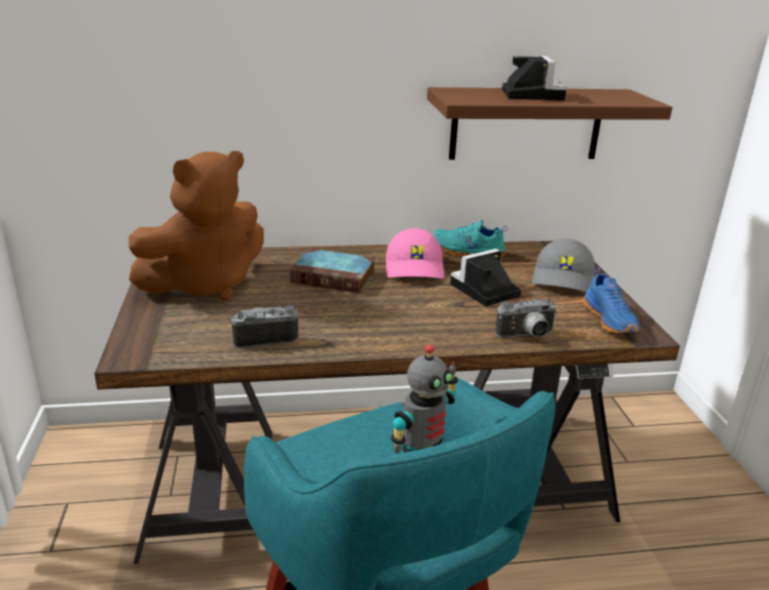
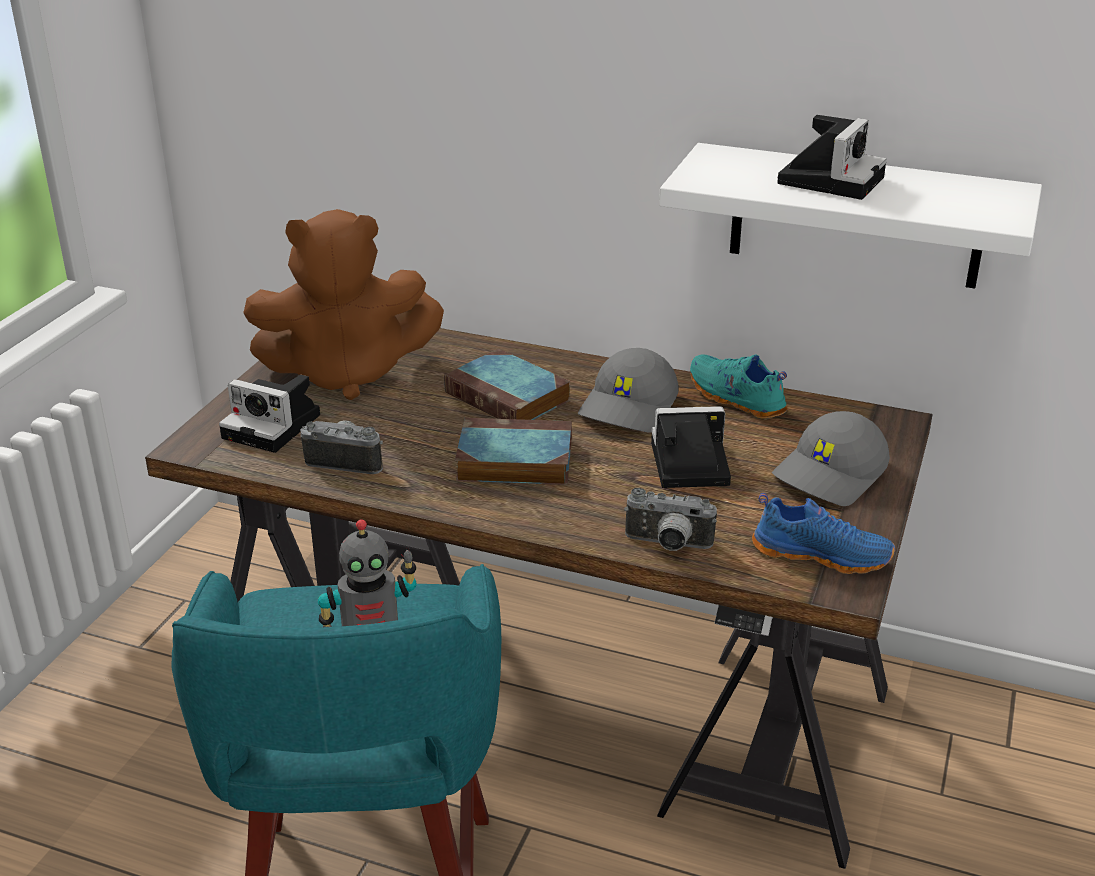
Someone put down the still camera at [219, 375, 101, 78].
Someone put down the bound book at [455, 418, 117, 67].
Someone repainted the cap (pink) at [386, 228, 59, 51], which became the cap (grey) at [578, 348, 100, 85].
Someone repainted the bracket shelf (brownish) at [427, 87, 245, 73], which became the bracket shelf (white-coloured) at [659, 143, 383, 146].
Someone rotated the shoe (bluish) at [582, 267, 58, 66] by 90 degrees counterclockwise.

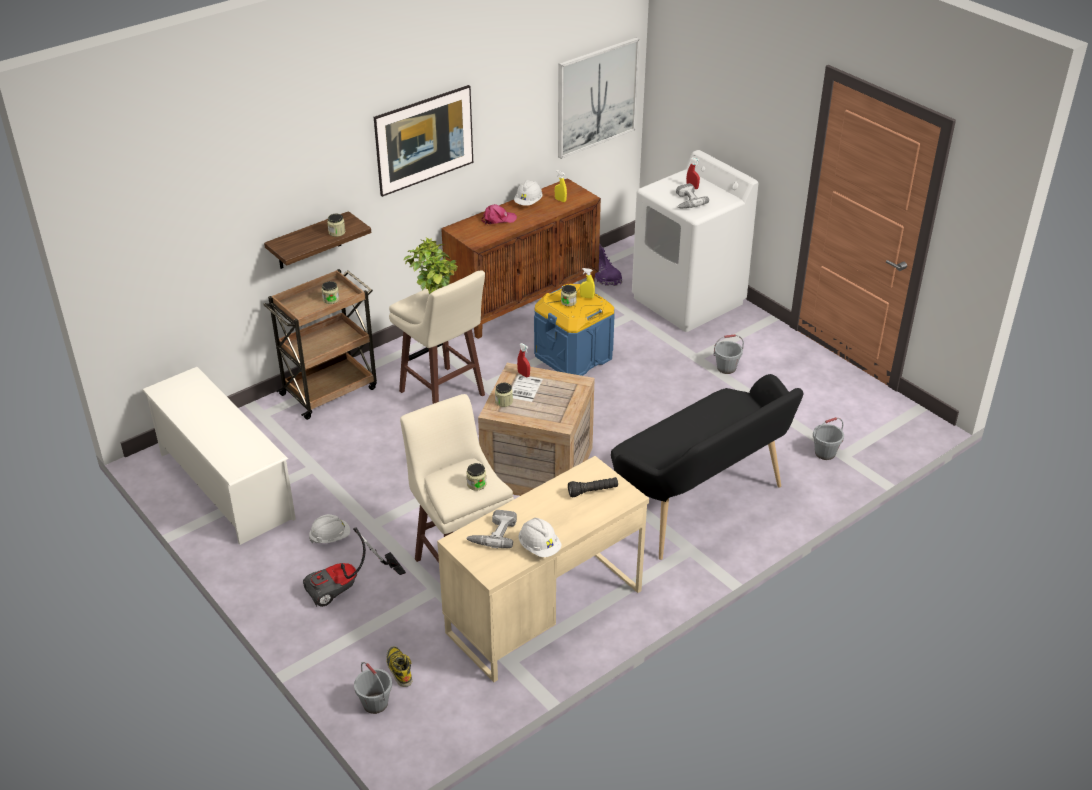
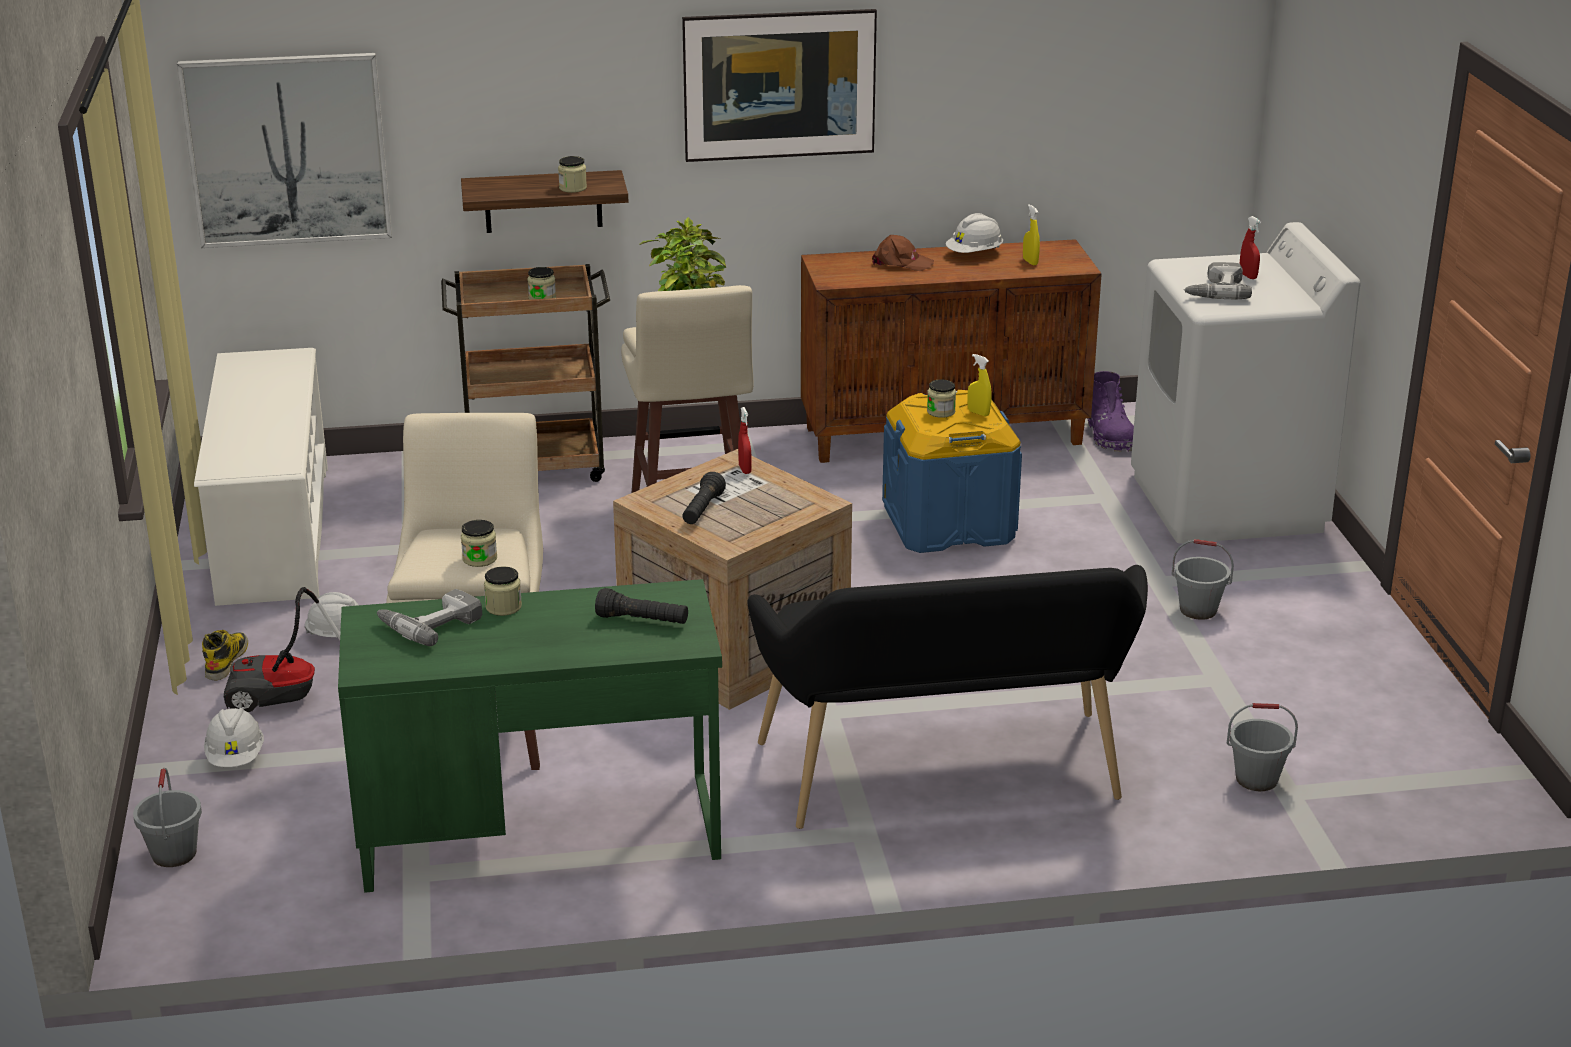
Someone put down the flashlight (black-coloured) at [682, 472, 44, 52].
Someone carried the high-top boot from [386, 646, 26, 41] to [202, 630, 46, 50].
Someone carried the preserve jar from [495, 383, 18, 24] to [484, 567, 38, 49].
Someone carried the safety helmet (white-coloured) from [518, 518, 43, 39] to [204, 708, 60, 59].
Someone carried the wall picture from [558, 38, 81, 121] to [177, 53, 215, 195].
Someone repainted the desk table (beige-coloured) at [437, 456, 212, 226], which became the desk table (greenish) at [338, 579, 384, 314].
Someone repainted the cap (pink) at [482, 204, 35, 21], which became the cap (brownish) at [872, 235, 62, 36].

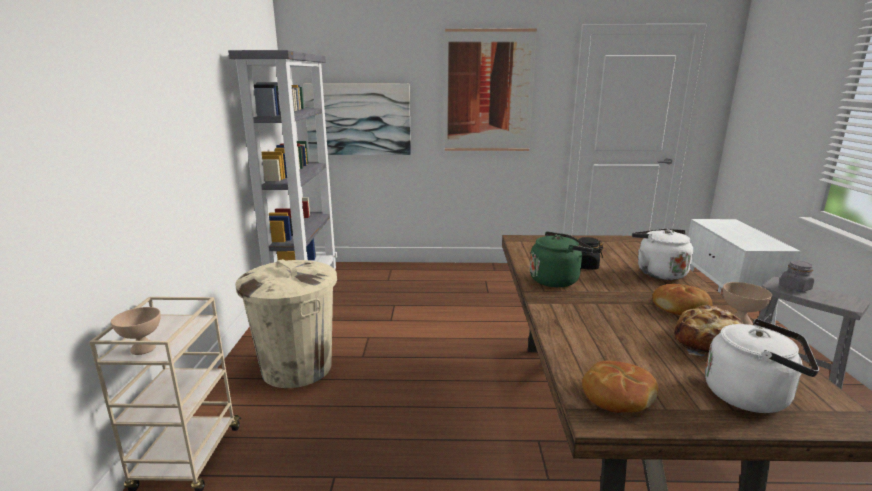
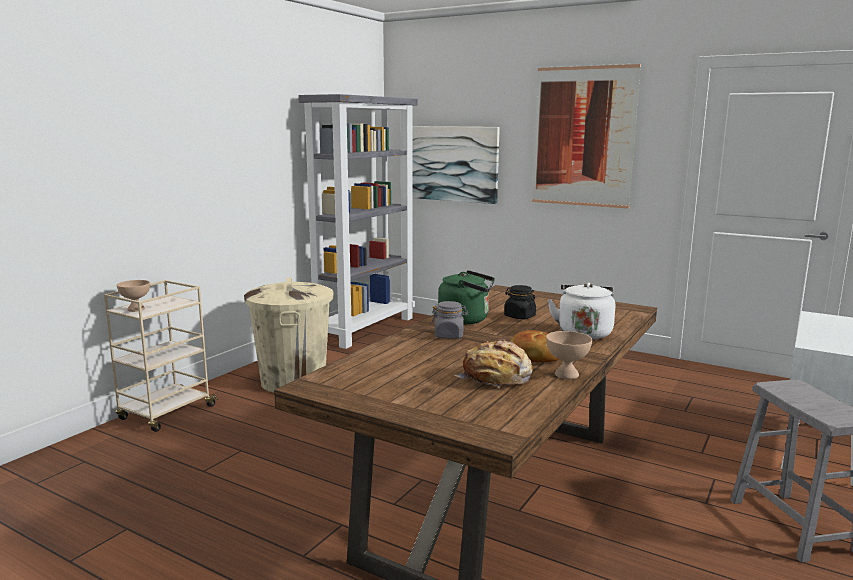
Someone took away the bakery bread at [582, 360, 76, 53].
Someone took away the tea kettle (white-coloured) at [705, 319, 114, 94].
Someone carried the preserve jar (grey) from [779, 261, 35, 31] to [431, 301, 37, 38].

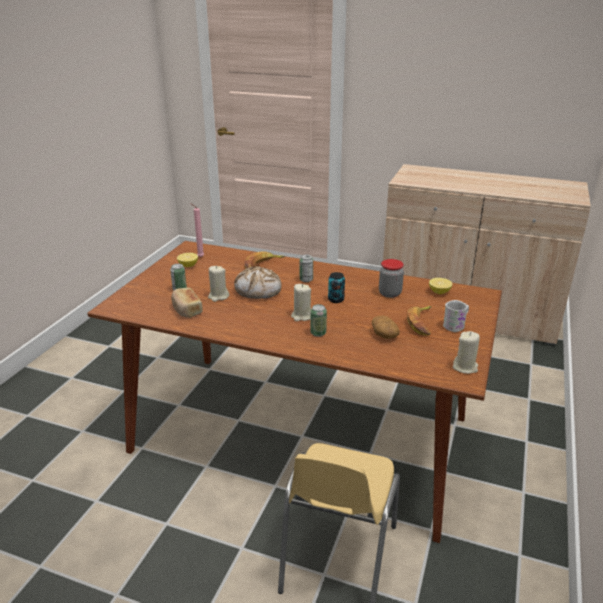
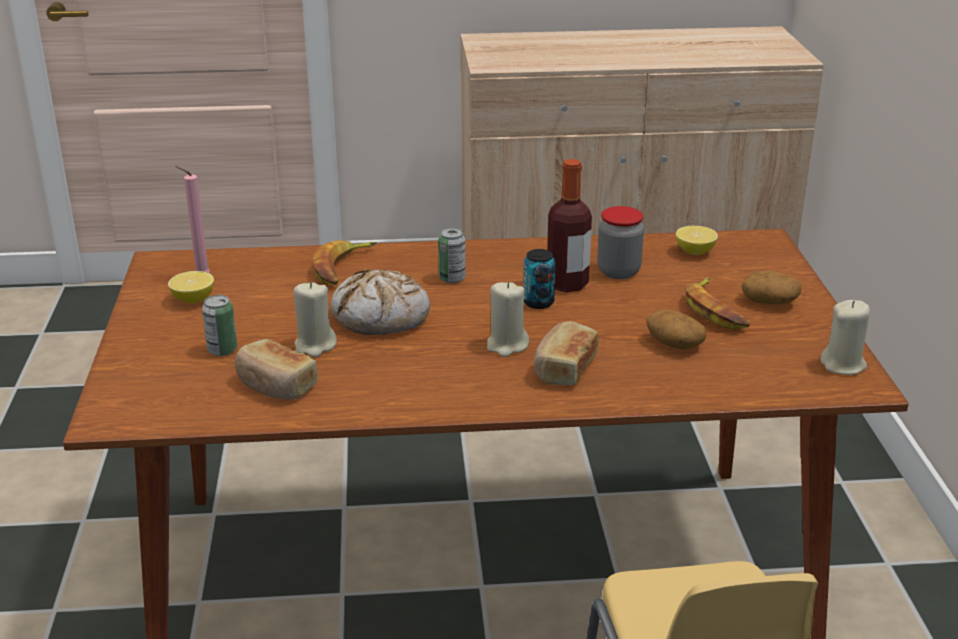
Someone put down the bottle at [547, 159, 45, 133].
Someone swapped the sealed can at [310, 304, 17, 33] for the bakery bread at [534, 321, 65, 64].
Someone swapped the mug (white-coloured) at [443, 300, 26, 32] for the potato at [742, 271, 60, 33].

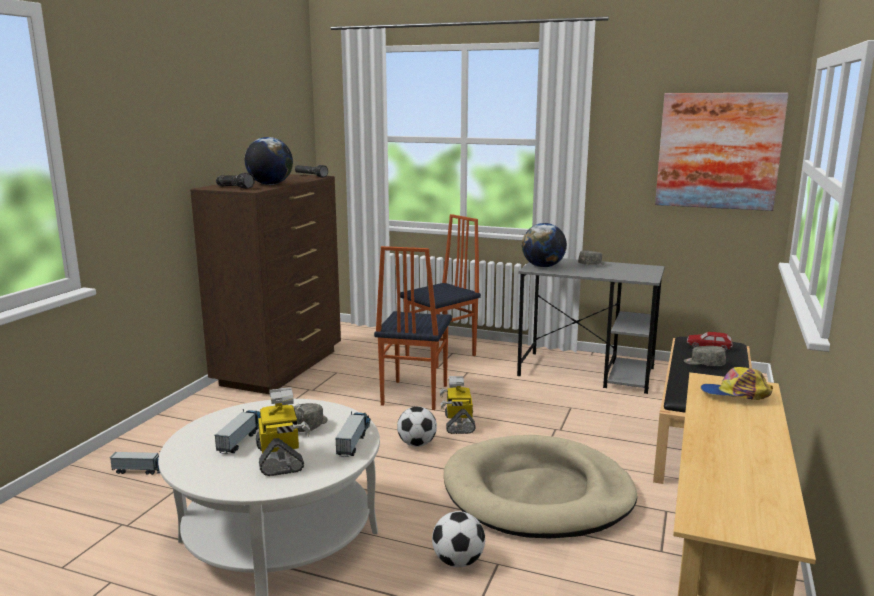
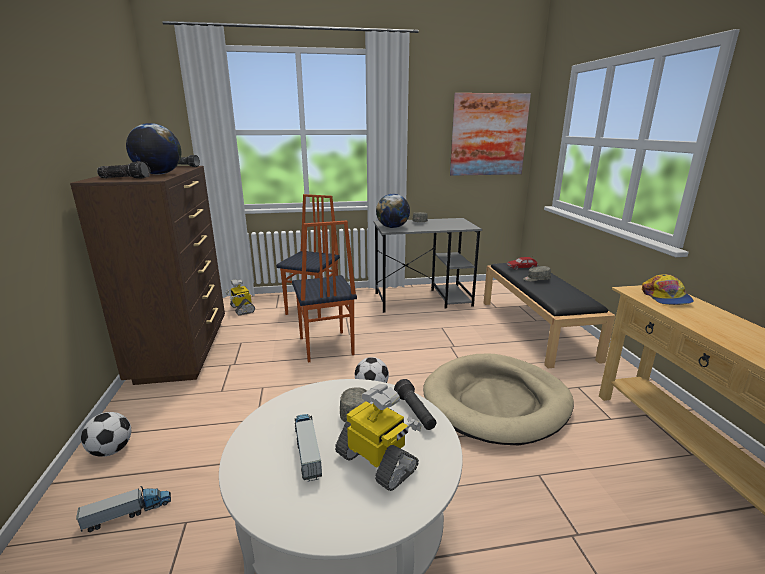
Someone carried the football from [432, 511, 53, 56] to [81, 412, 50, 45].
Someone carried the toy robot from [440, 376, 36, 58] to [225, 279, 30, 36].
Someone swapped the model truck at [335, 412, 36, 45] for the flashlight (black-coloured) at [394, 379, 42, 51].
Someone rotated the cap at [701, 367, 72, 33] by 75 degrees counterclockwise.

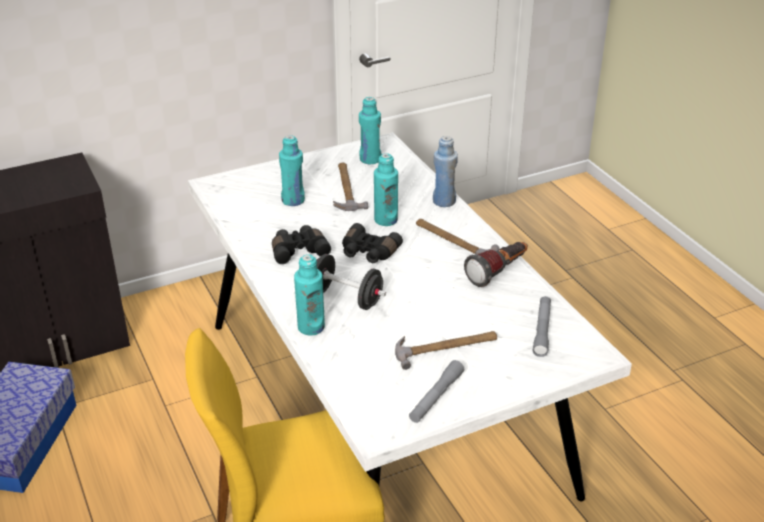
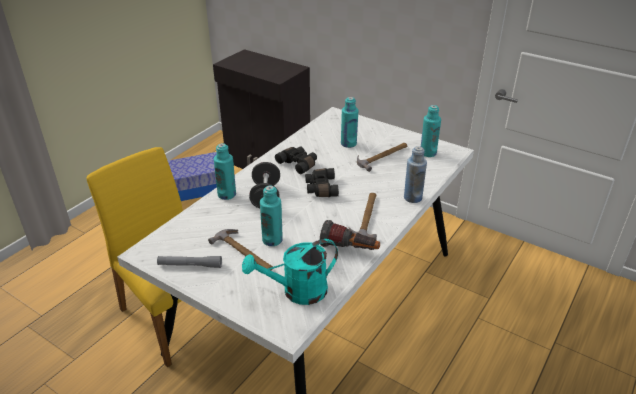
Someone carried the bottle (turquoise-coloured) from [374, 153, 24, 73] to [260, 185, 23, 61].
Someone swapped the flashlight (grey) at [533, 296, 18, 61] for the sprinkling can (turquoise-coloured) at [242, 239, 96, 66].

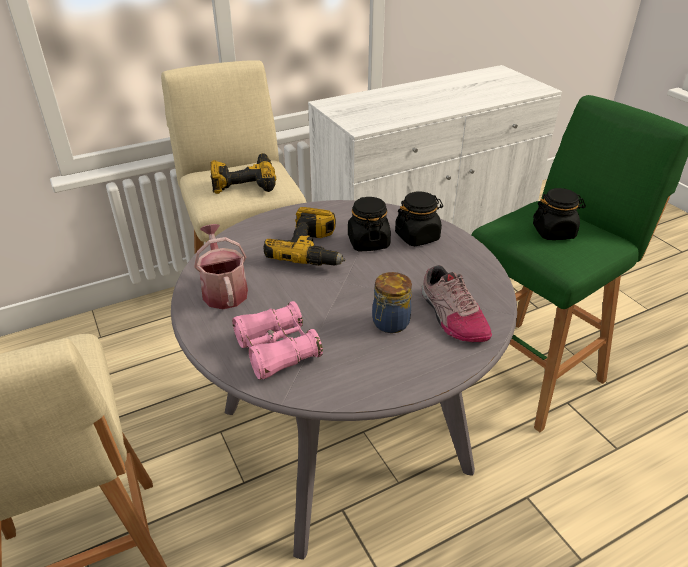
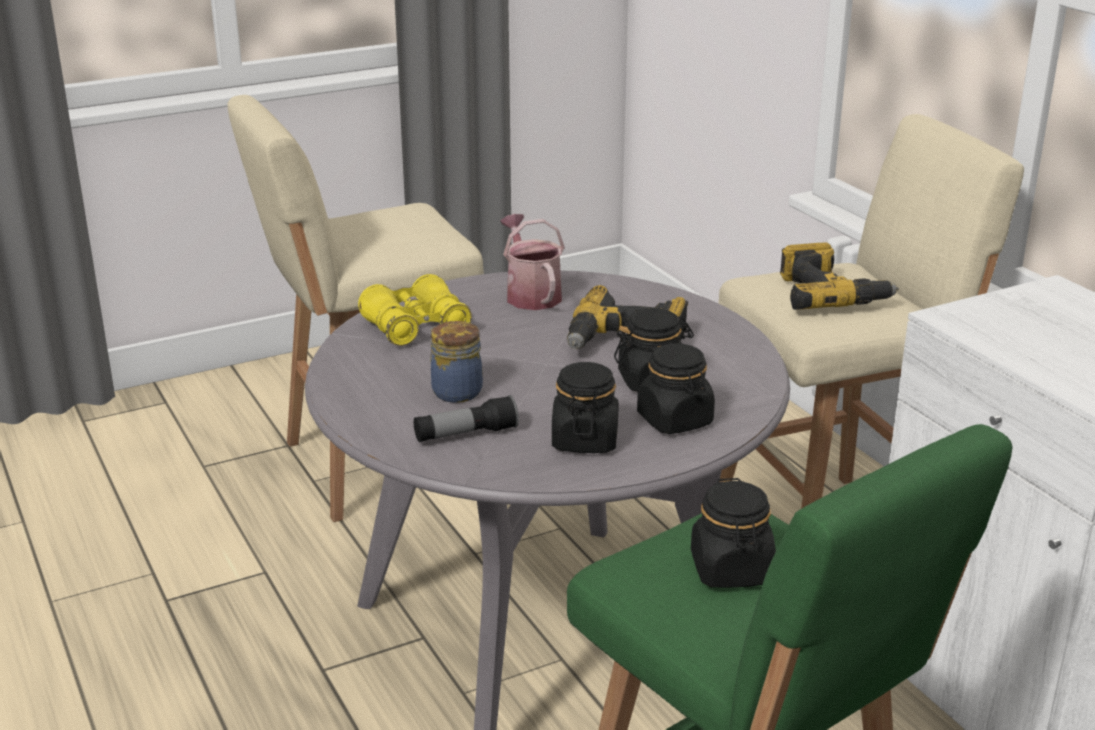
Someone put down the preserve jar (black-coloured) at [552, 362, 66, 91].
Someone swapped the shoe at [421, 265, 71, 77] for the flashlight at [414, 395, 105, 47].
Someone repainted the binoculars (pink) at [232, 301, 91, 79], which became the binoculars (yellow-coloured) at [358, 274, 114, 72].
Someone rotated the sprinkling can at [194, 224, 54, 85] by 90 degrees counterclockwise.

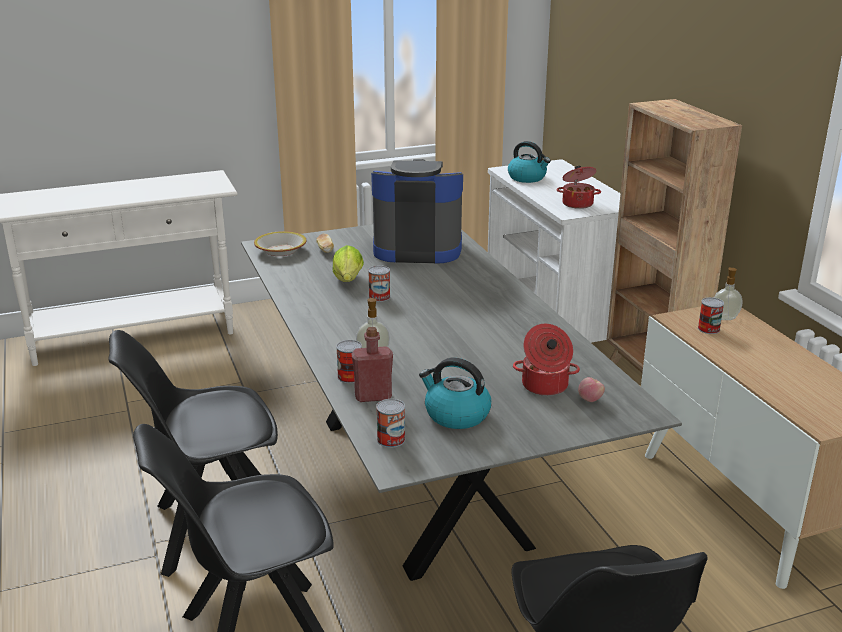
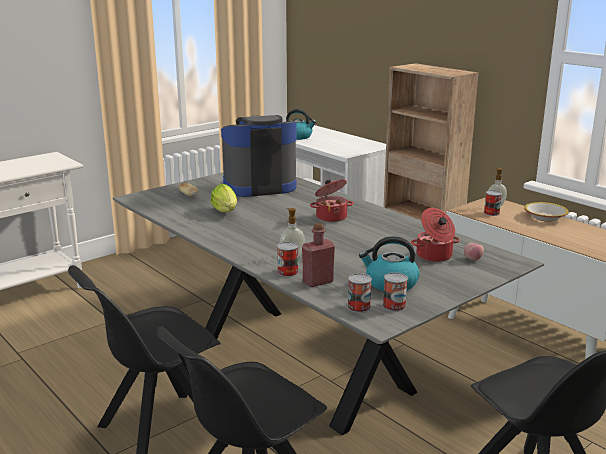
Someone carried the deep dish from [254, 231, 53, 25] to [524, 202, 45, 19].
Someone carried the sealed can from [368, 265, 22, 37] to [383, 272, 25, 40].
Someone carried the cooking pot from [556, 166, 45, 43] to [310, 179, 44, 43].

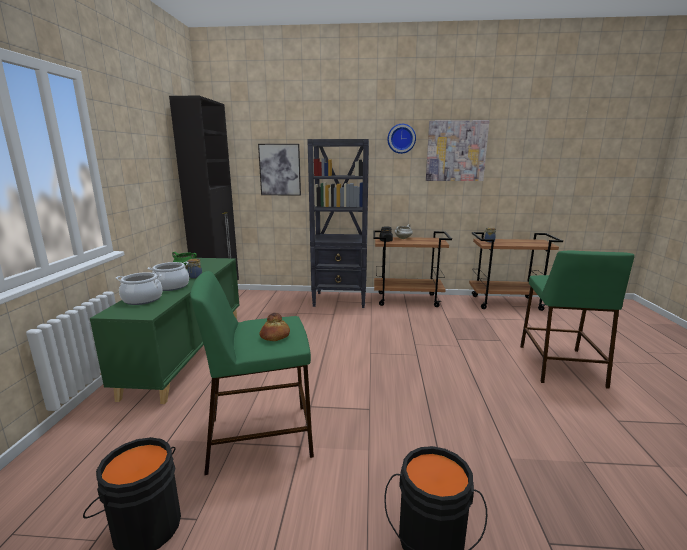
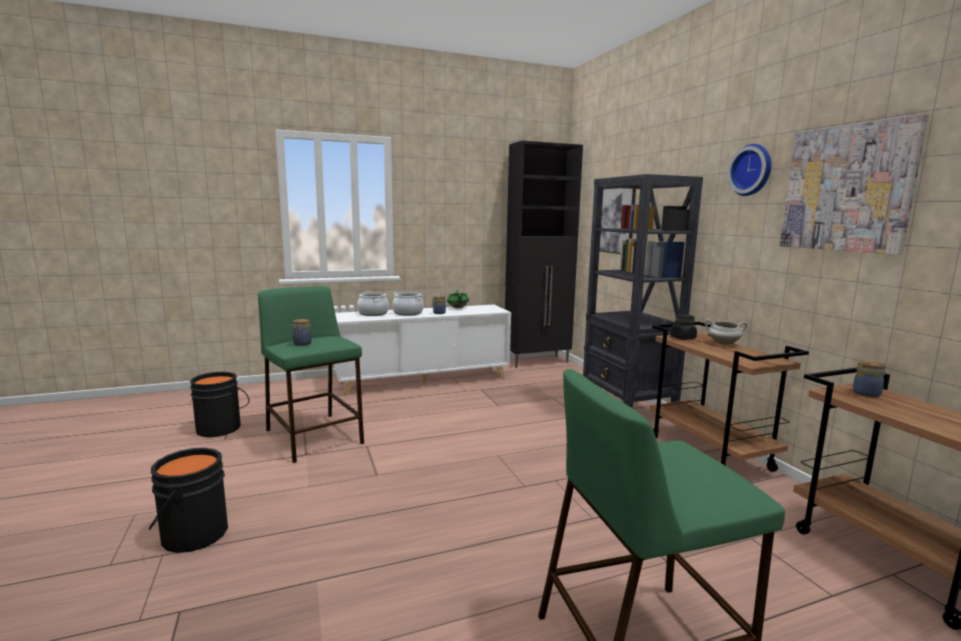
Someone swapped the bakery bread at [259, 313, 31, 28] for the preserve jar at [292, 319, 20, 27].
Someone repainted the cabinet (greenish) at [90, 258, 150, 146], which became the cabinet (white-coloured) at [334, 305, 177, 91].

